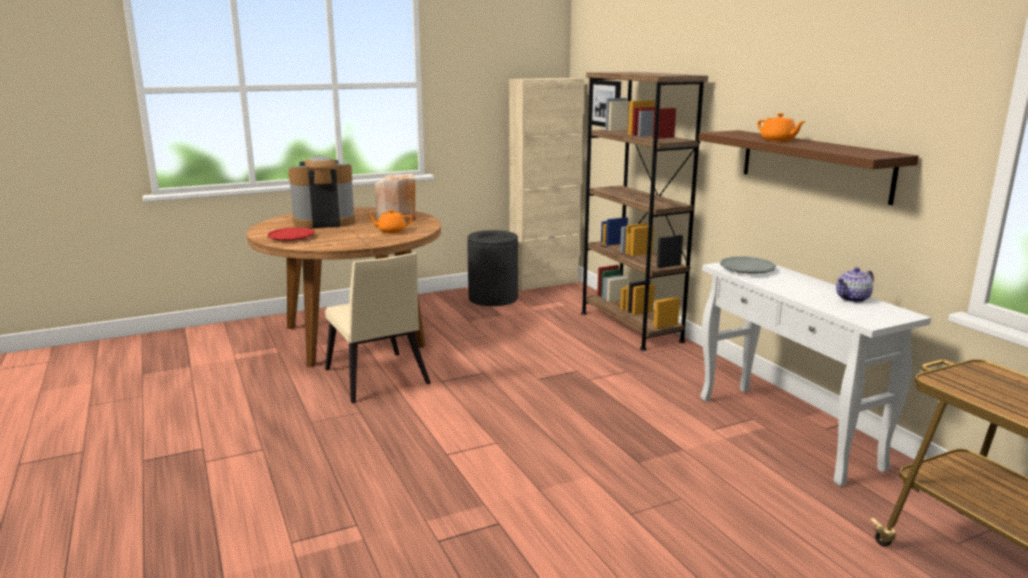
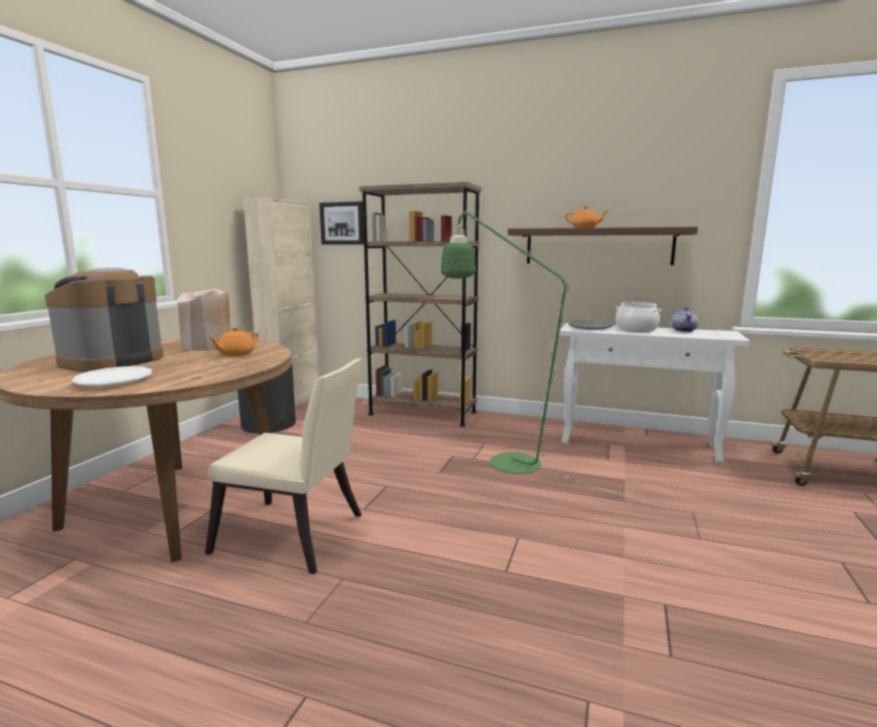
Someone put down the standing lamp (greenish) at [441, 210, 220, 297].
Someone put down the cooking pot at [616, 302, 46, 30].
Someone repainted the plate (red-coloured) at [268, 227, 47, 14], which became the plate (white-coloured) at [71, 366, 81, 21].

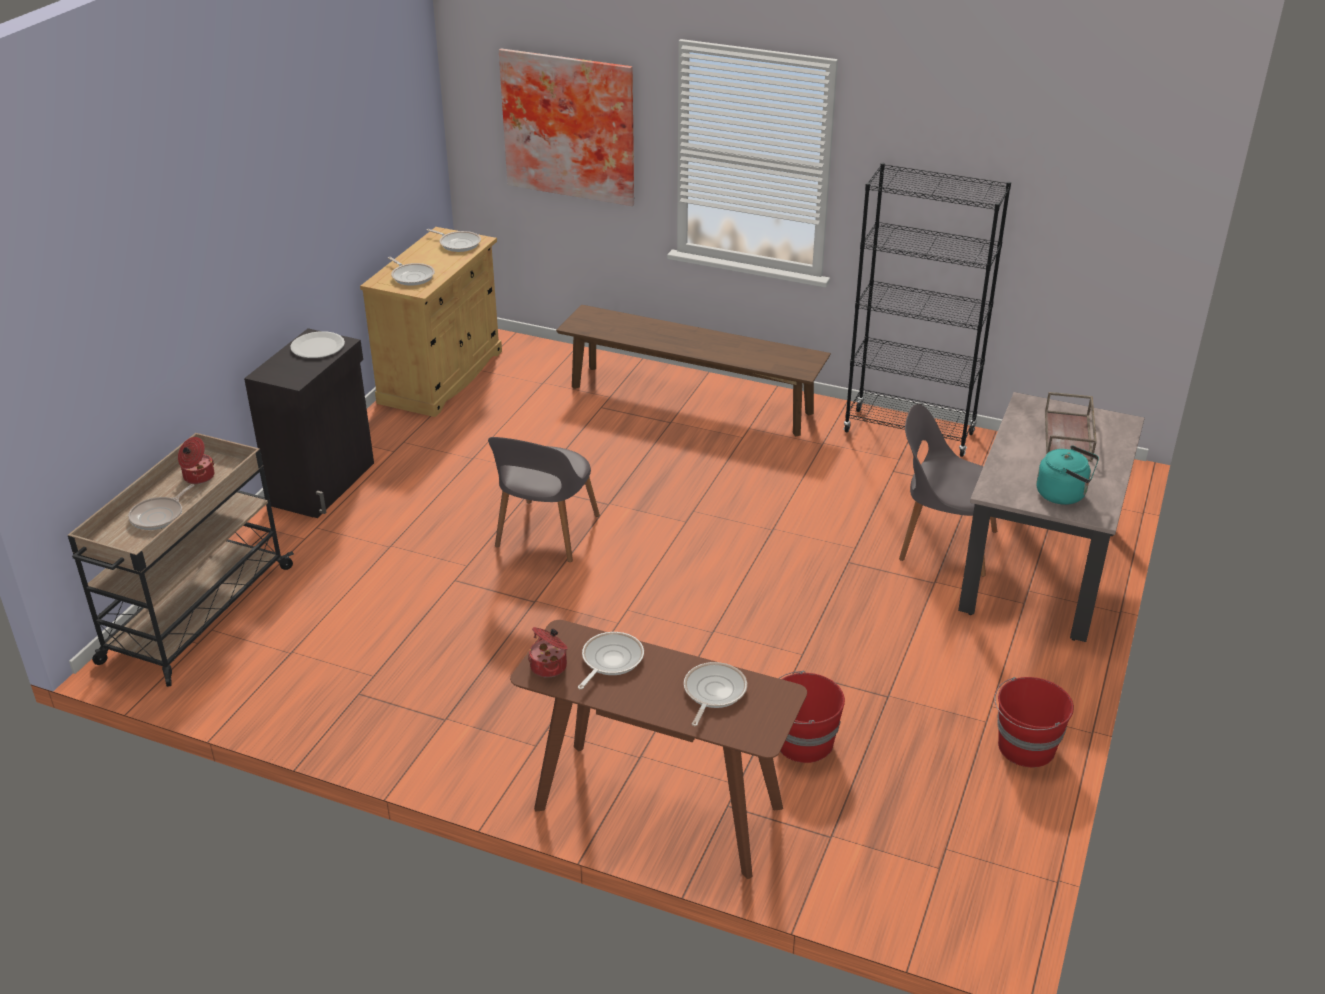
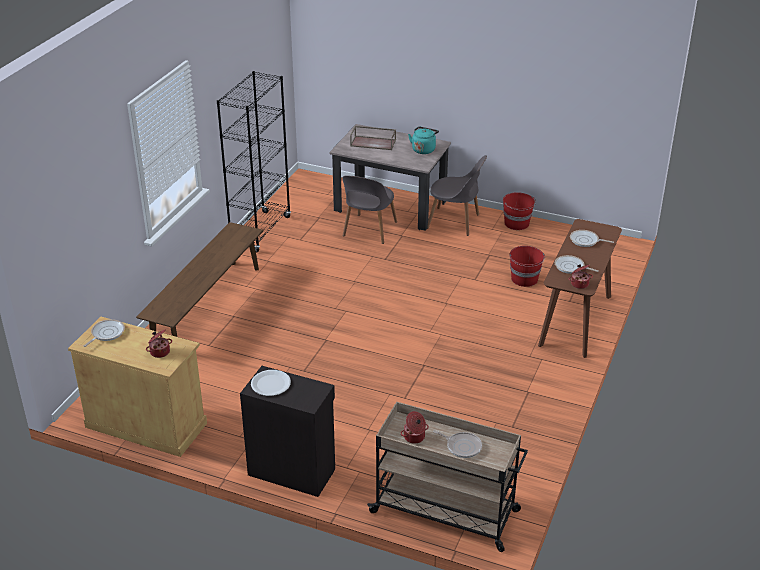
Someone took away the wall picture at [499, 48, 135, 158].
Someone carried the upright chair (grey) from [488, 437, 112, 125] to [427, 155, 60, 81].
Someone swapped the frying pan at [388, 257, 47, 29] for the cooking pot at [146, 329, 26, 29].

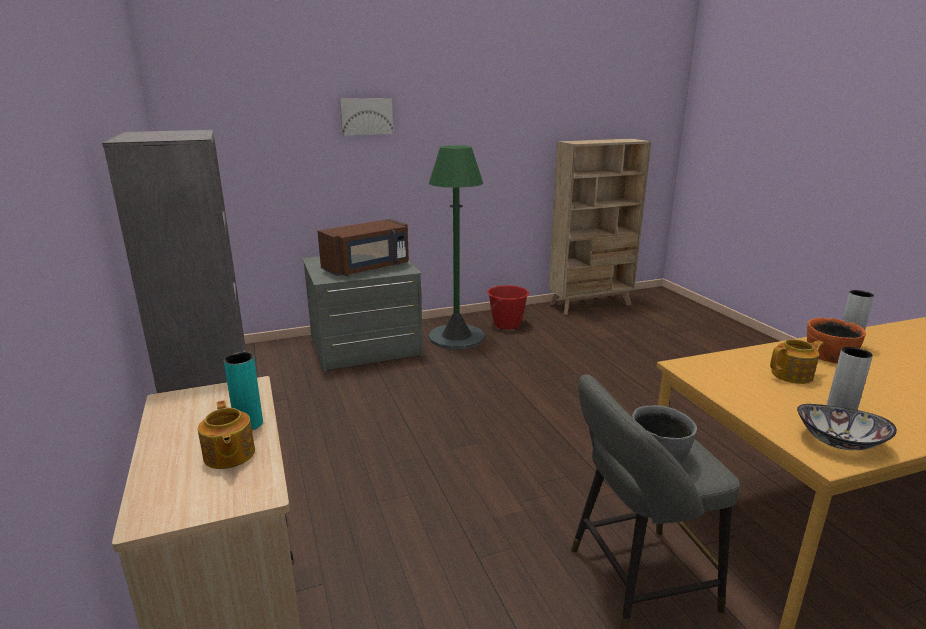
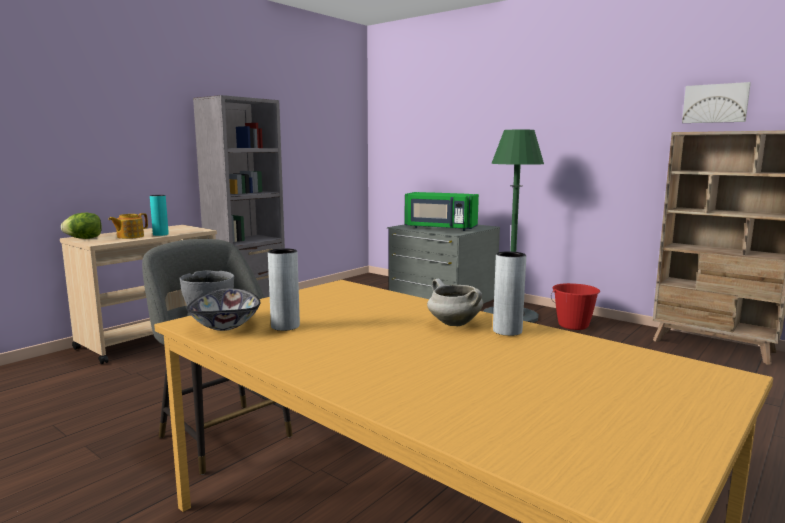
Someone took away the teapot at [770, 339, 54, 45].
Someone put down the lettuce head at [61, 213, 41, 26].
Someone carried the wall picture from [340, 98, 53, 38] to [682, 82, 69, 41].
Someone swapped the deep dish (orange) at [807, 317, 59, 46] for the cooking pot (white-coloured) at [427, 279, 56, 47].
Someone repainted the microwave oven (brownish) at [318, 219, 91, 57], which became the microwave oven (greenish) at [405, 192, 74, 39].

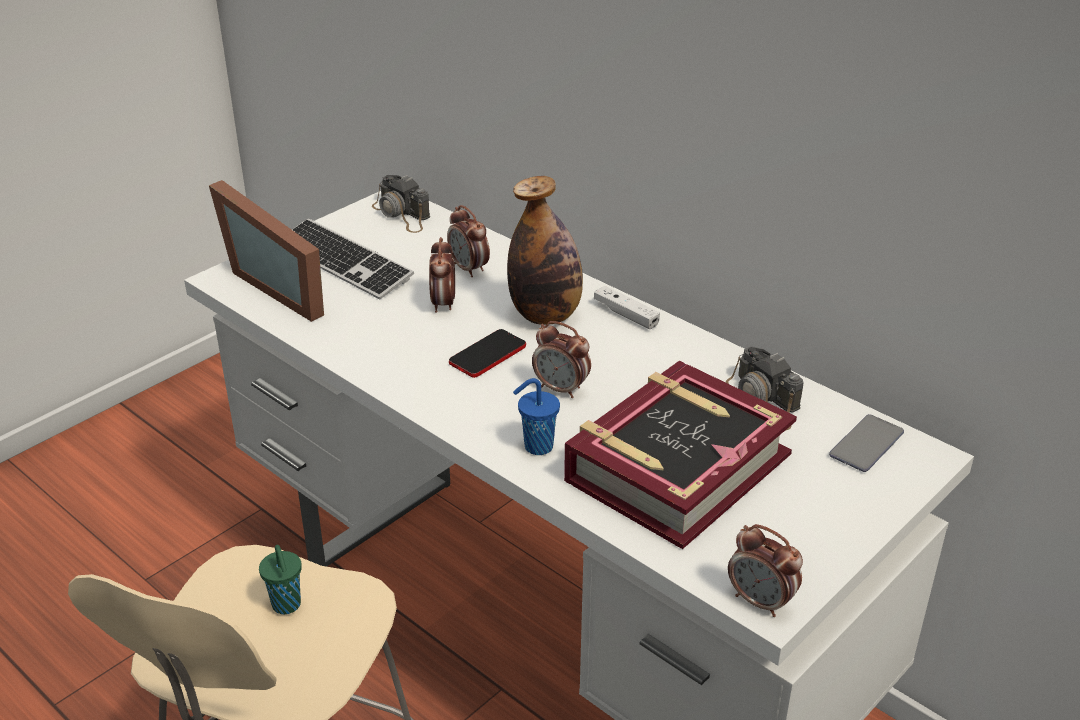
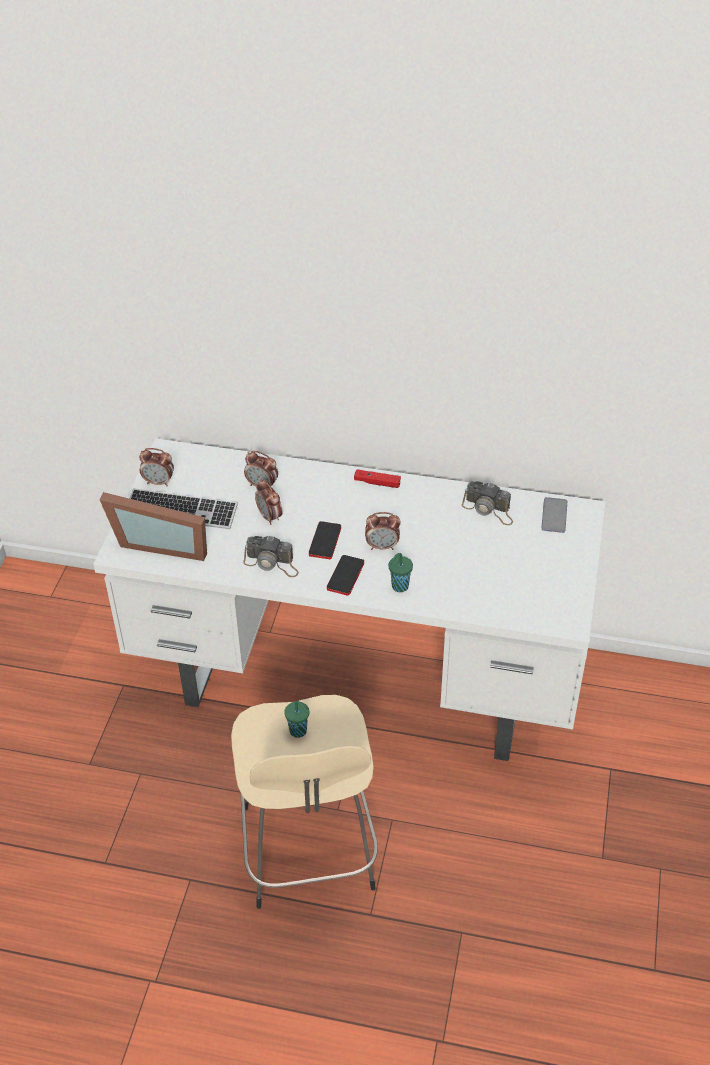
Someone took away the bottle at [507, 176, 76, 149].
Someone took away the bound book at [564, 361, 233, 188].
Someone put down the handset at [327, 555, 37, 41].
Someone carried the still camera from [372, 175, 58, 58] to [243, 535, 56, 42].
Someone carried the alarm clock from [728, 524, 75, 93] to [139, 448, 35, 38].
Someone repainted the cup (bluish) at [513, 378, 47, 77], which became the cup (greenish) at [388, 553, 25, 39].
Someone repainted the game controller (white-coloured) at [594, 286, 66, 43], which became the game controller (red-coloured) at [354, 469, 47, 19].

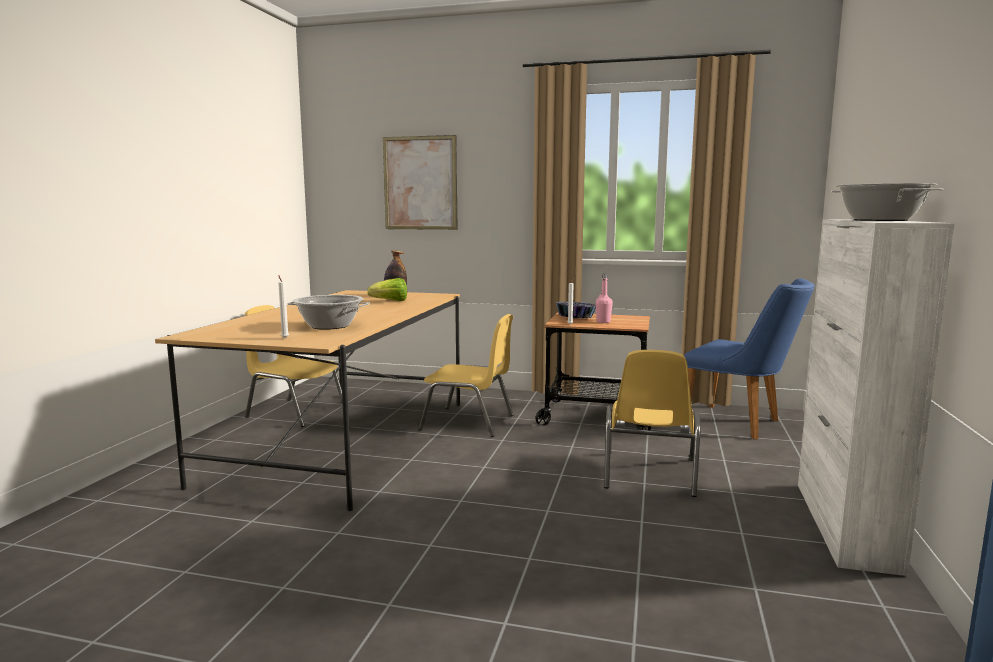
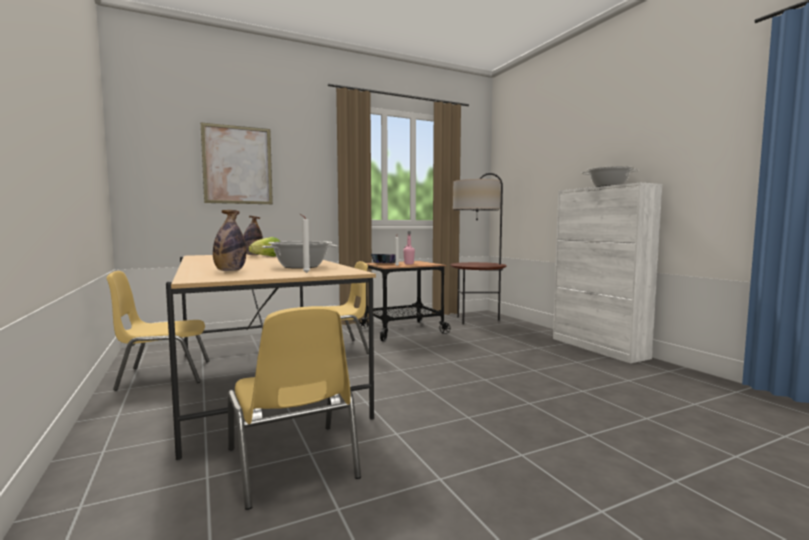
Someone put down the bottle at [213, 210, 33, 61].
Someone carried the upright chair (yellow-coloured) from [604, 350, 97, 147] to [228, 306, 133, 204].
Someone swapped the upright chair (bluish) at [684, 279, 130, 160] for the standing lamp at [450, 173, 57, 152].

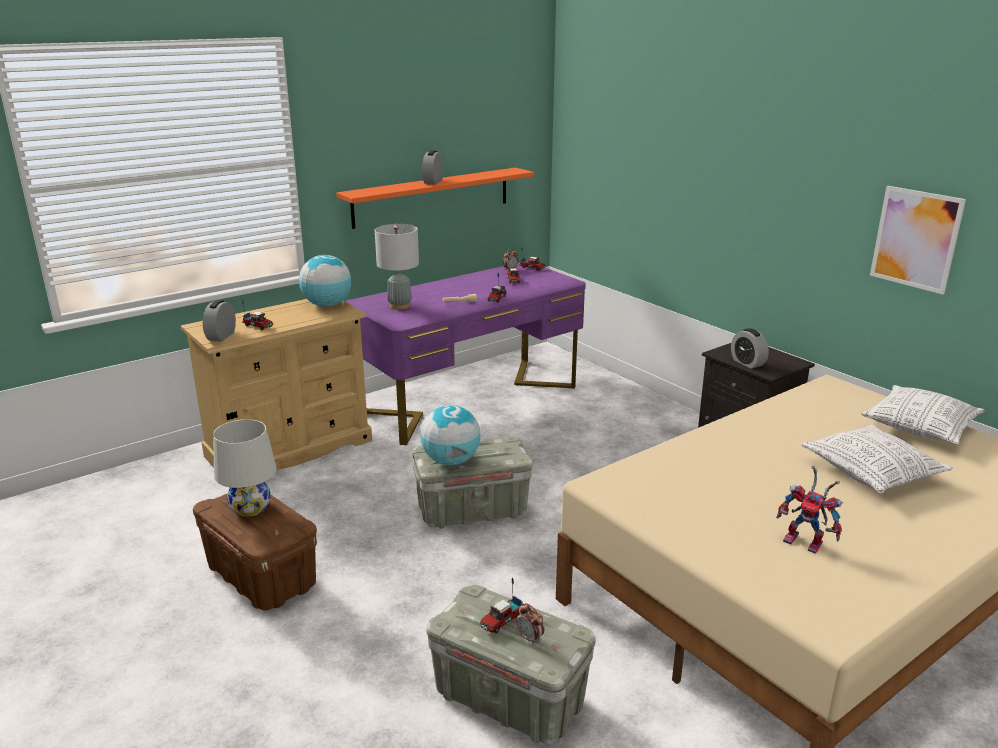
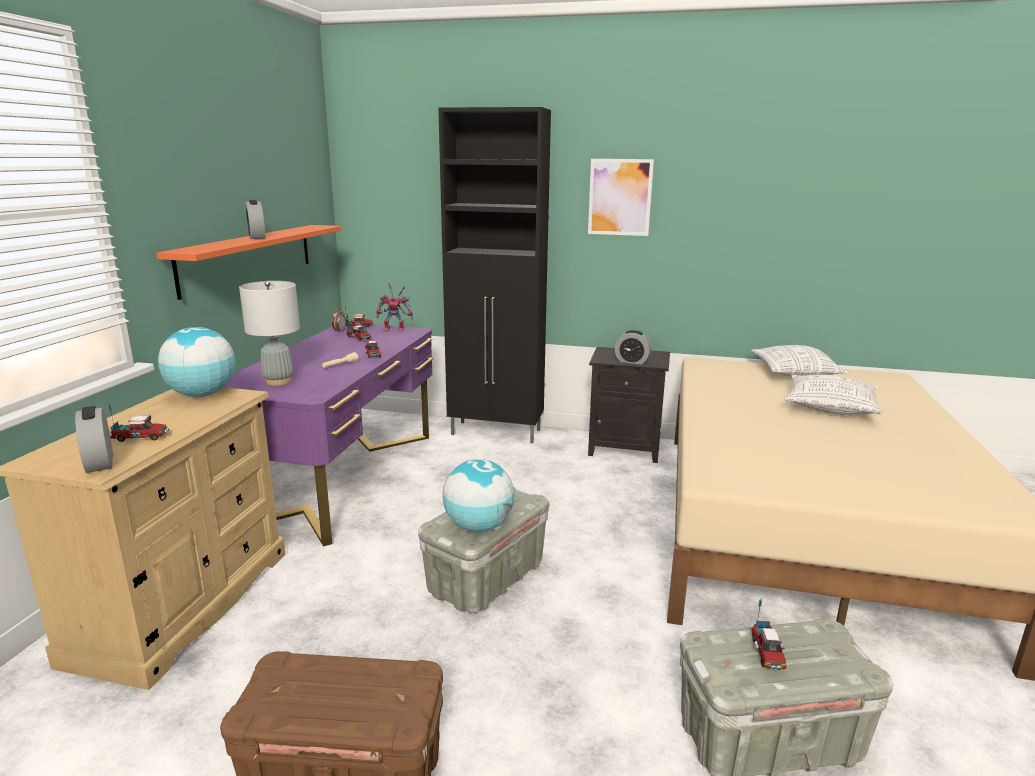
Someone took away the tabletop lamp (white-coloured) at [213, 419, 64, 98].
Someone took away the alarm clock at [516, 603, 28, 42].
Someone put down the cabinet (black-coloured) at [438, 107, 113, 336].
Someone carried the toy robot from [776, 465, 67, 89] to [376, 283, 37, 49].
Someone carried the wall picture from [870, 186, 96, 109] to [588, 159, 66, 77].

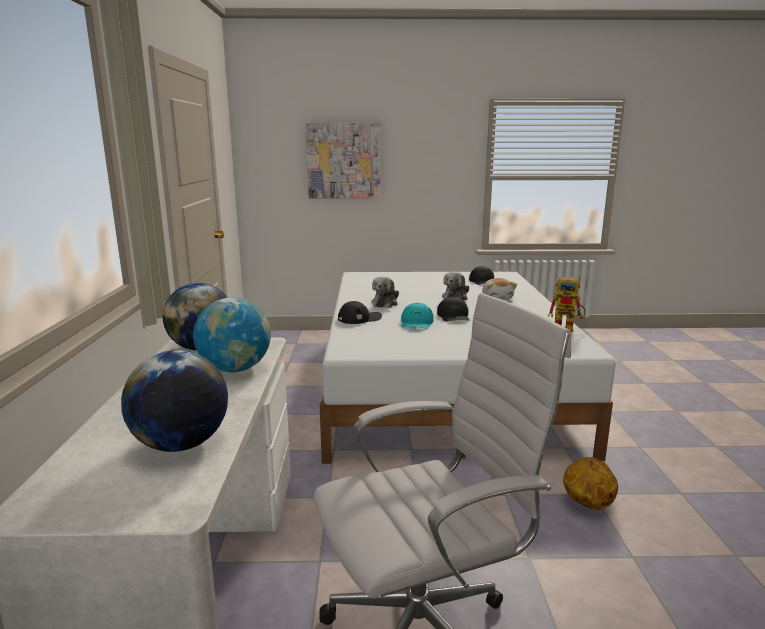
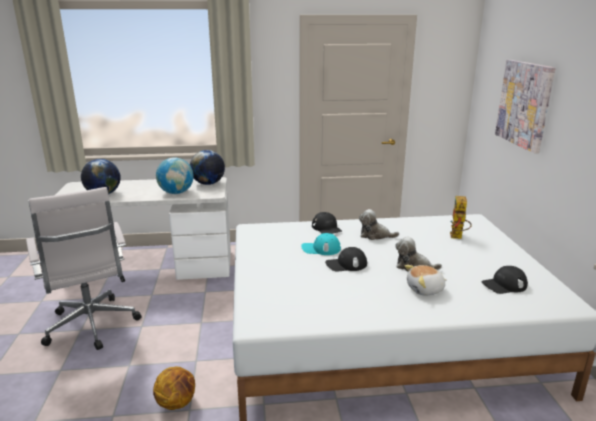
Someone carried the toy robot from [548, 277, 38, 55] to [450, 196, 22, 43].

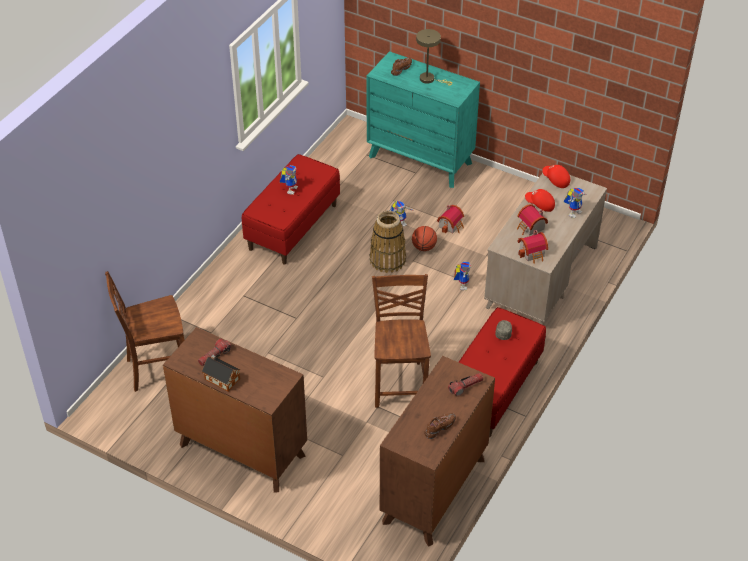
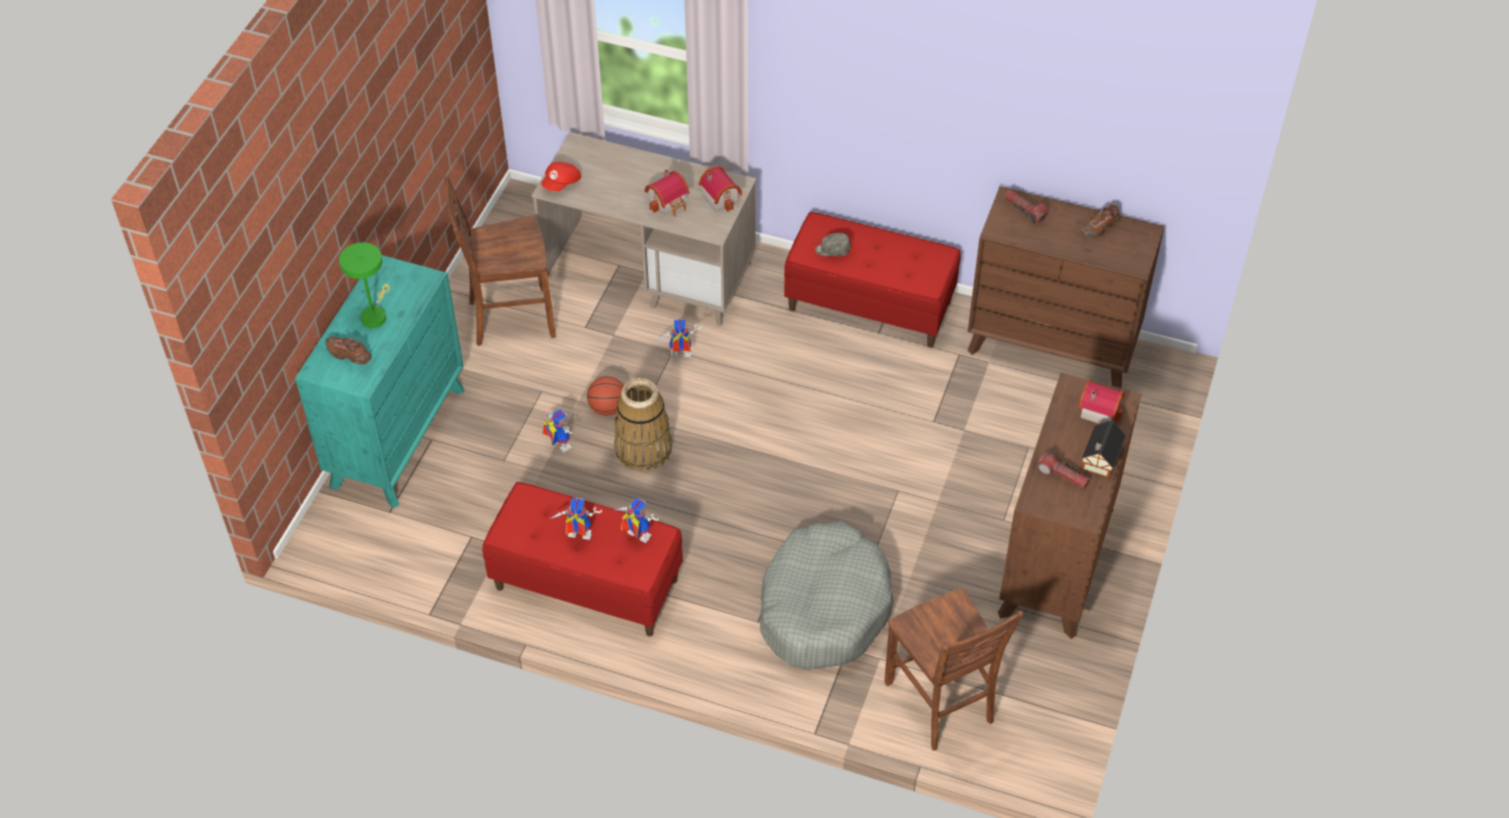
Someone took away the cap (red-coloured) at [525, 189, 30, 23].
Someone put down the dog cushion (grey) at [760, 521, 134, 149].
Someone carried the upright chair (brownish) from [372, 274, 59, 134] to [444, 176, 112, 170].
Someone carried the model house from [437, 205, 27, 29] to [1078, 380, 47, 44].
Someone carried the toy robot from [564, 188, 23, 30] to [615, 498, 44, 45].
Someone repainted the tabletop lamp (beige-coloured) at [416, 29, 36, 56], which became the tabletop lamp (greenish) at [339, 242, 51, 86].
Someone rotated the shoe (brownish) at [424, 413, 32, 26] by 75 degrees counterclockwise.

